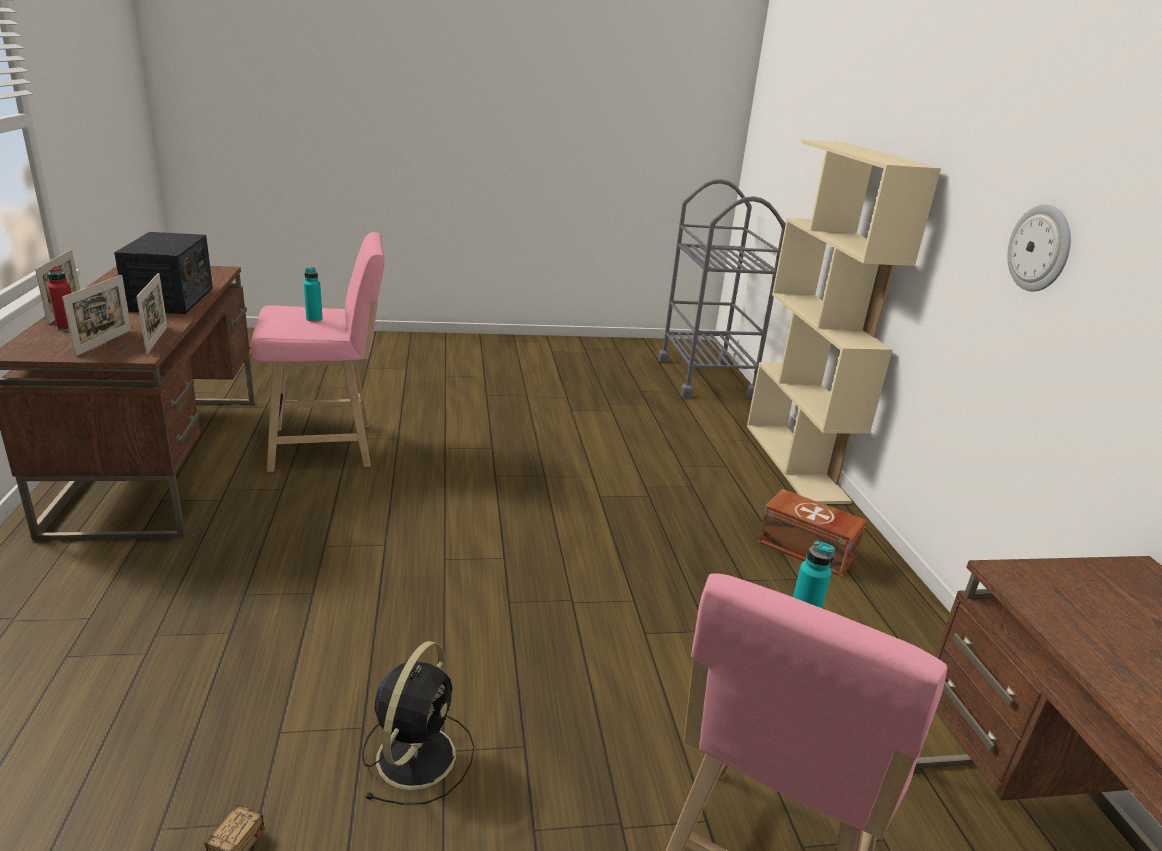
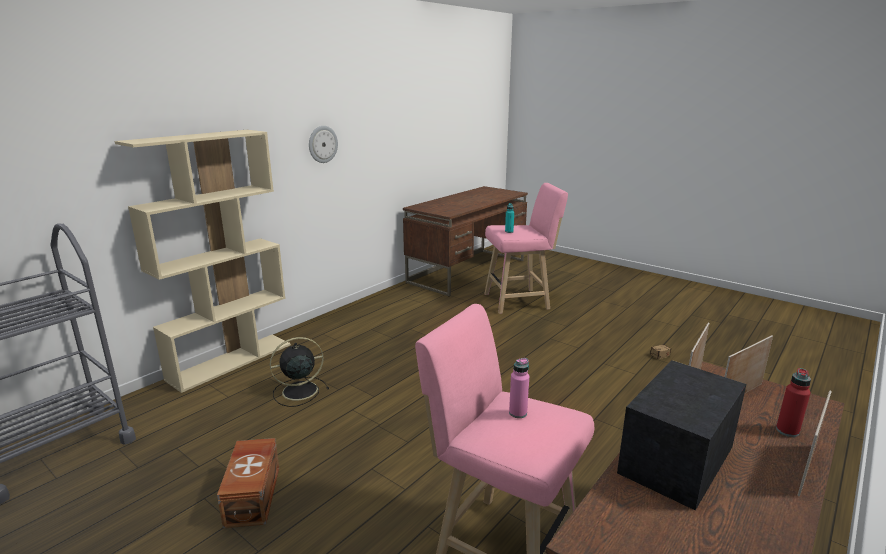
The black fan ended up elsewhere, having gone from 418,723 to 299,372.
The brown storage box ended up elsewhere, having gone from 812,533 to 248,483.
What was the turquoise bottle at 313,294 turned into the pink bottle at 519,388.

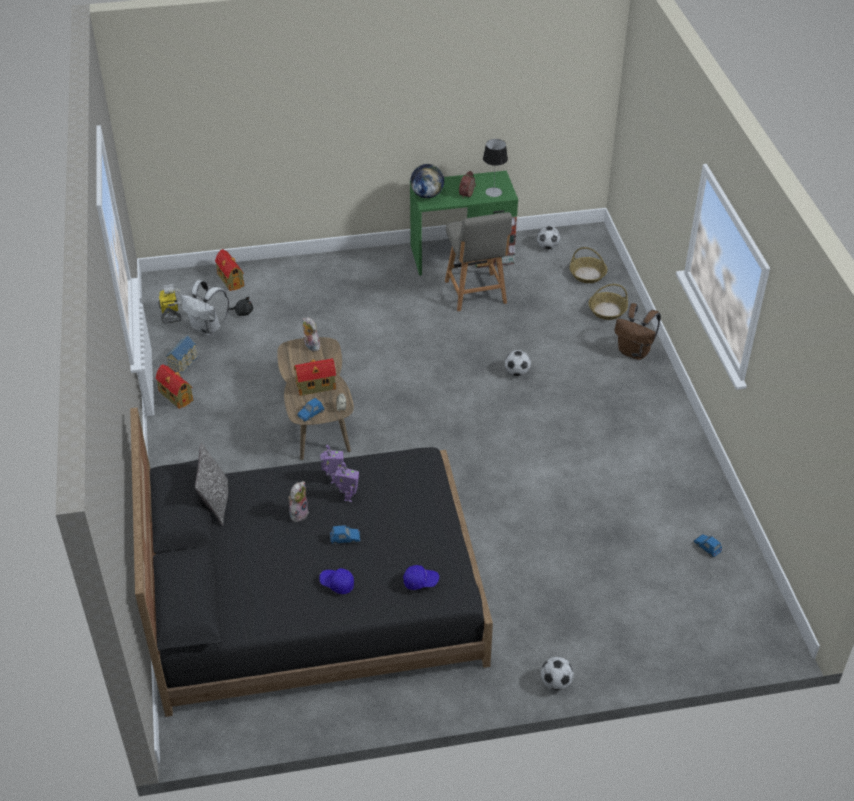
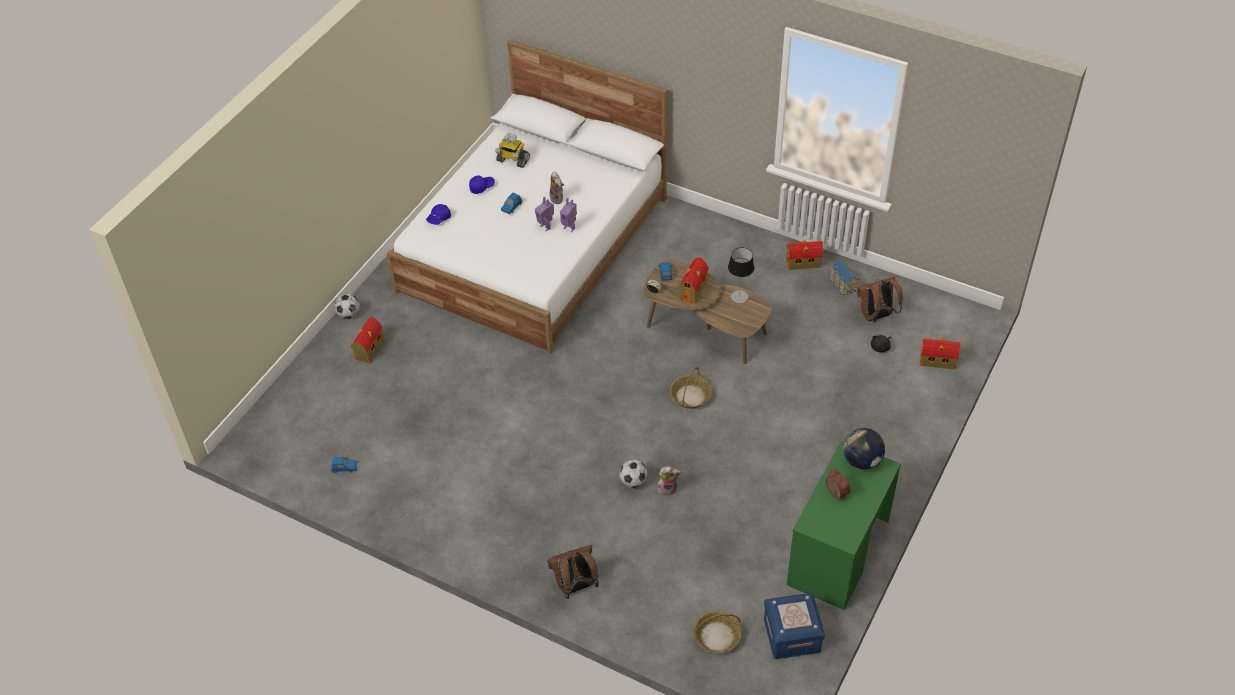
The second view lost the pillow at 211,484.
The second view lost the grey chair at 478,261.
The second view gained the toy house at 367,340.
The toy robot ended up elsewhere, having gone from 170,304 to 512,150.
The plush toy ended up elsewhere, having gone from 311,334 to 669,481.
The table lamp ended up elsewhere, having gone from 495,168 to 741,275.
The basket ended up elsewhere, having gone from 608,302 to 691,388.
Where the football stood at 548,237, the blue storage box came to stand at 794,626.
What was the black bed at 311,562 turned into the white bed at 527,196.
What was the white backpack at 205,308 turned into the brown backpack at 880,299.

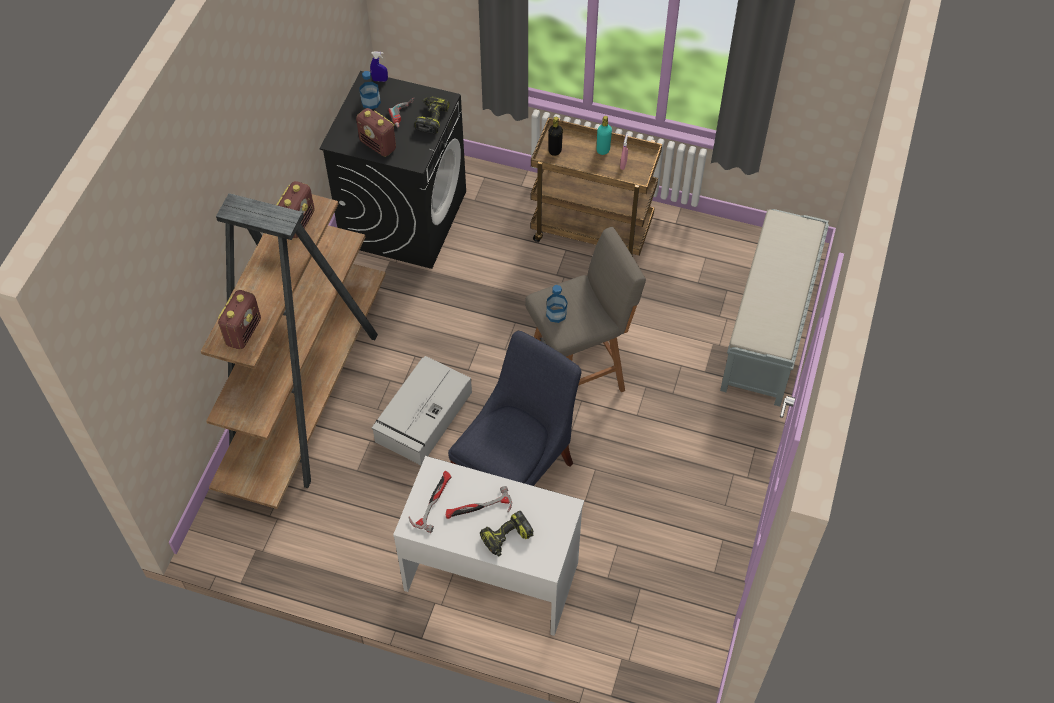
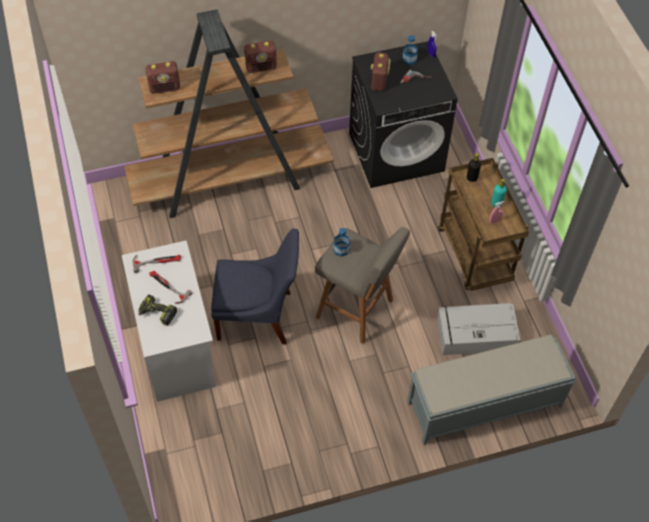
The second view lost the power drill at 432,115.
The grey storage box ended up elsewhere, having gone from 422,410 to 479,329.

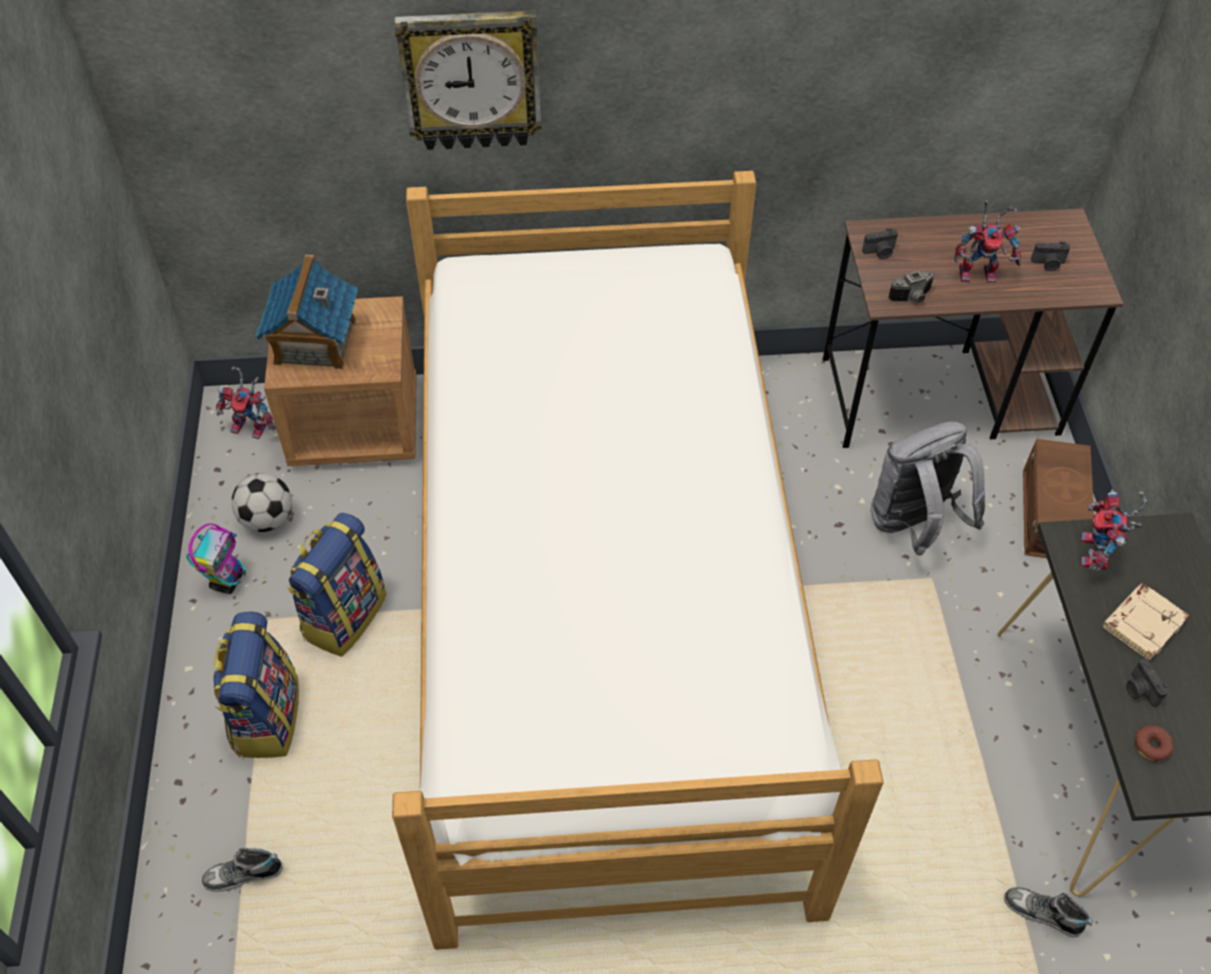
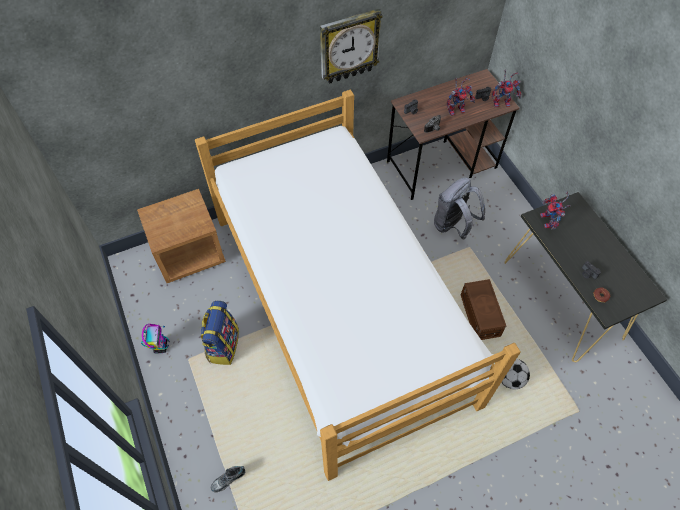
The second view lost the backpack at 256,684.
The second view lost the toy house at 306,312.
The second view lost the shoe at 1048,912.
The second view lost the beige book at 1146,622.
The toy robot ended up elsewhere, having gone from 244,402 to 506,88.
The football ended up elsewhere, having gone from 262,502 to 515,374.
The wall clock ended up elsewhere, having gone from 468,80 to 351,46.
The brown storage box ended up elsewhere, having gone from 1058,498 to 483,309.

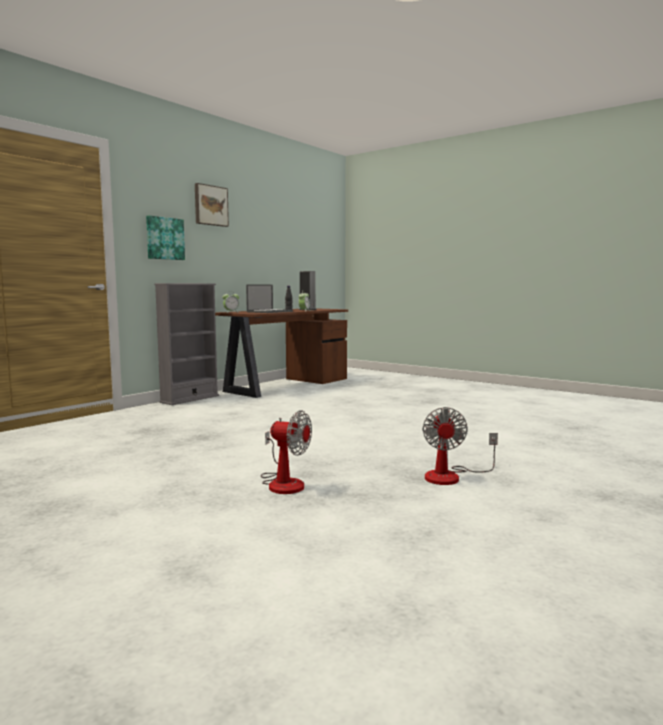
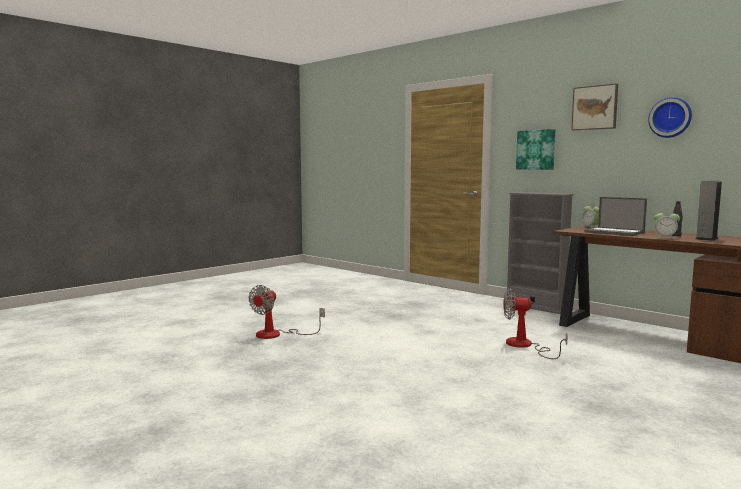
The second view gained the wall clock at 670,117.
The fan ended up elsewhere, having gone from 460,446 to 536,323.

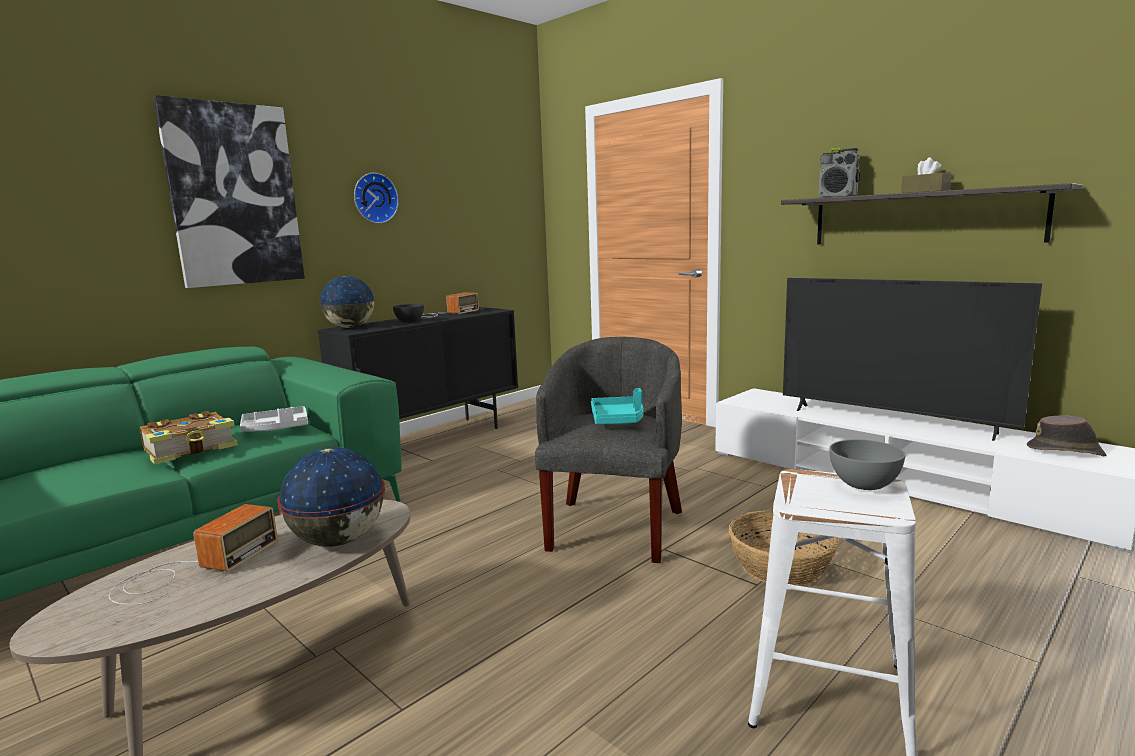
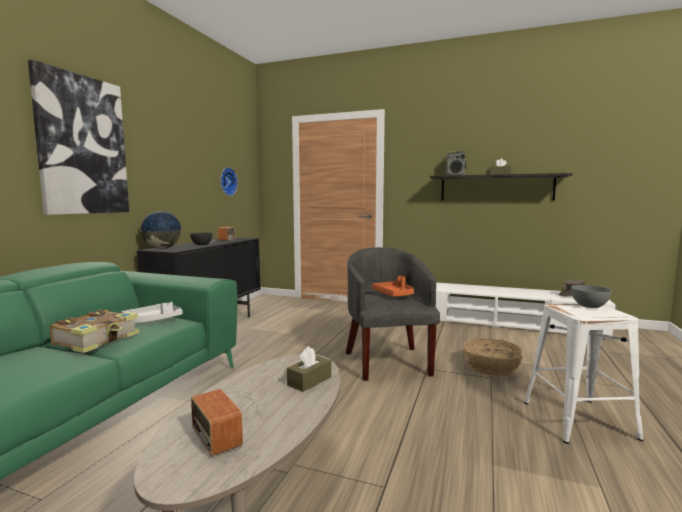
The second view lost the television at 912,359.
The wall clock ended up elsewhere, having gone from 376,198 to 229,181.
Where the globe stood at 331,497, the brown tissue box came to stand at 309,369.
What was the turquoise tray at 617,406 turned into the orange tray at 393,286.
The radio at 193,554 ended up facing another way, 150 degrees clockwise from before.

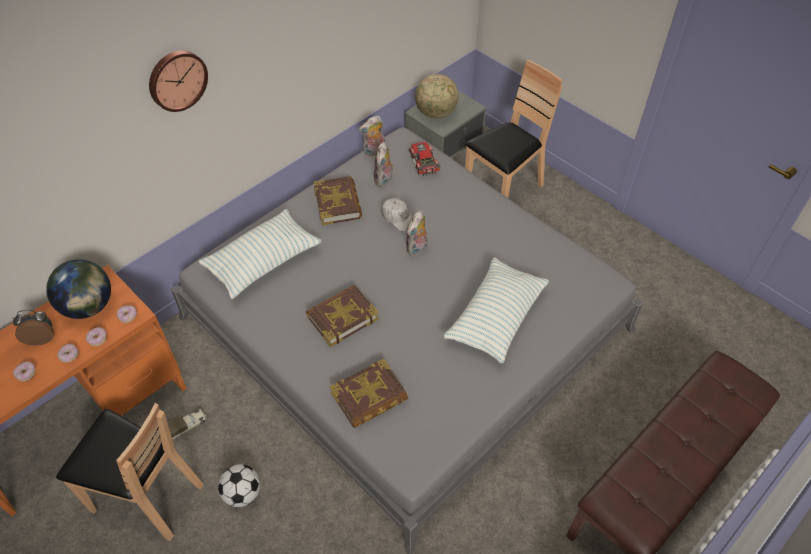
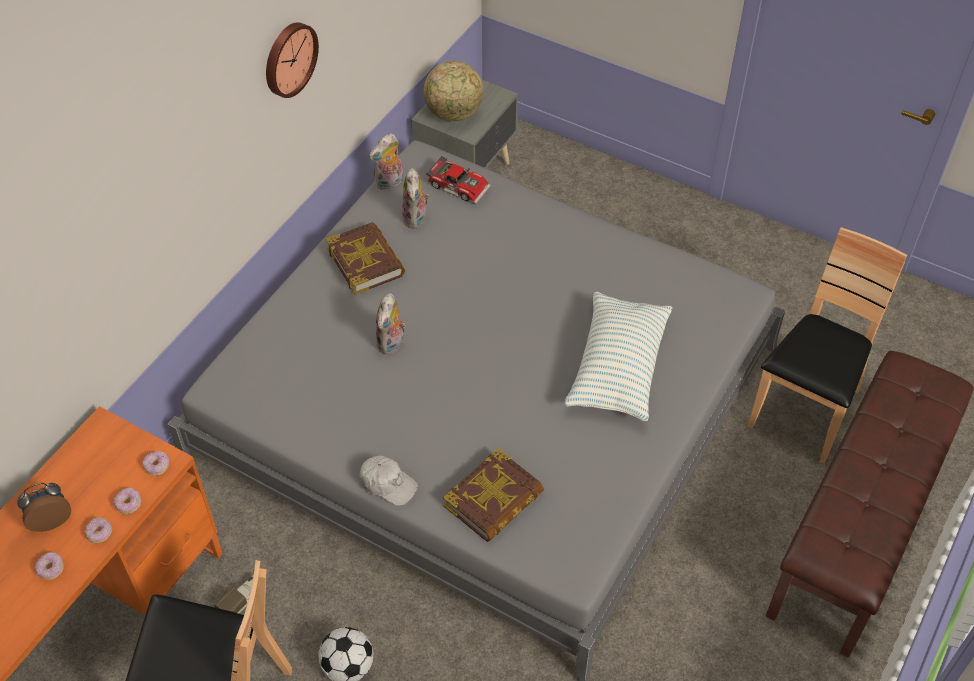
The second view lost the globe at 78,289.
The second view lost the pillow at 260,254.
The second view lost the book at 342,316.
The wall clock ended up elsewhere, having gone from 178,81 to 292,60.
The white cap ended up elsewhere, having gone from 397,214 to 388,481.
The plush toy ended up elsewhere, having gone from 417,233 to 391,323.
The brown chair ended up elsewhere, having gone from 514,129 to 827,345.
The toy car at 424,159 ended up facing another way, 150 degrees clockwise from before.

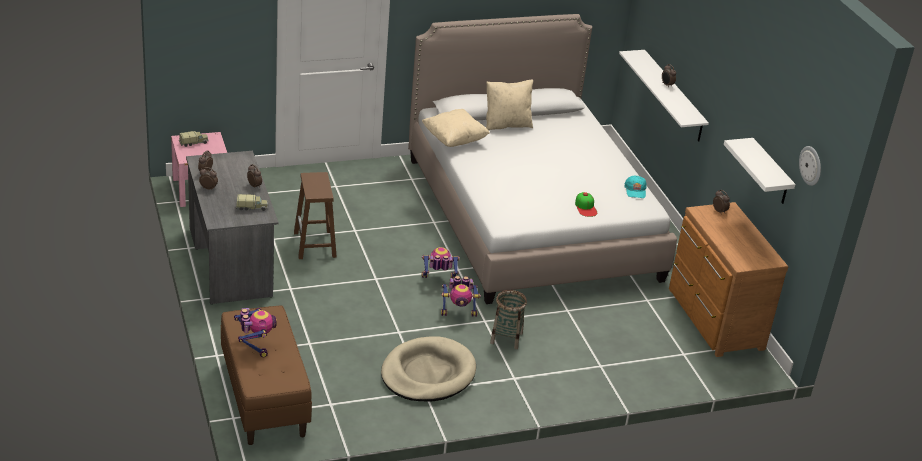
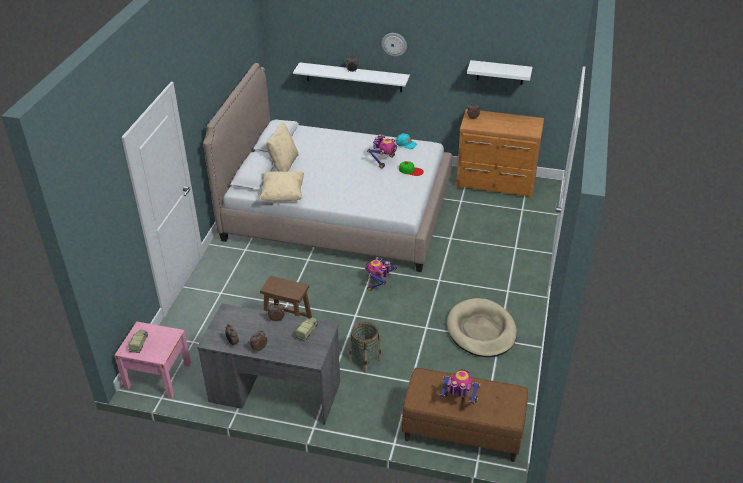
The toy robot ended up elsewhere, having gone from 461,296 to 382,151.
The basket ended up elsewhere, having gone from 508,319 to 365,347.
The wall clock ended up elsewhere, having gone from 810,166 to 394,45.

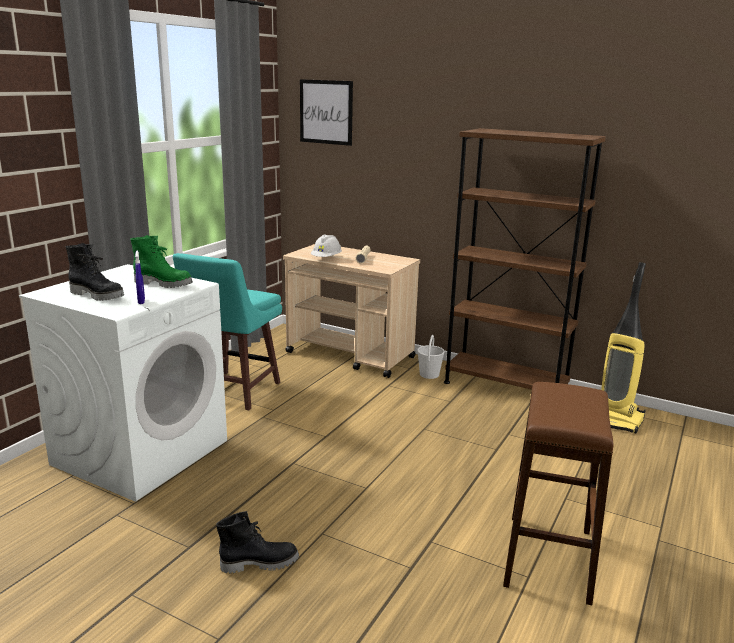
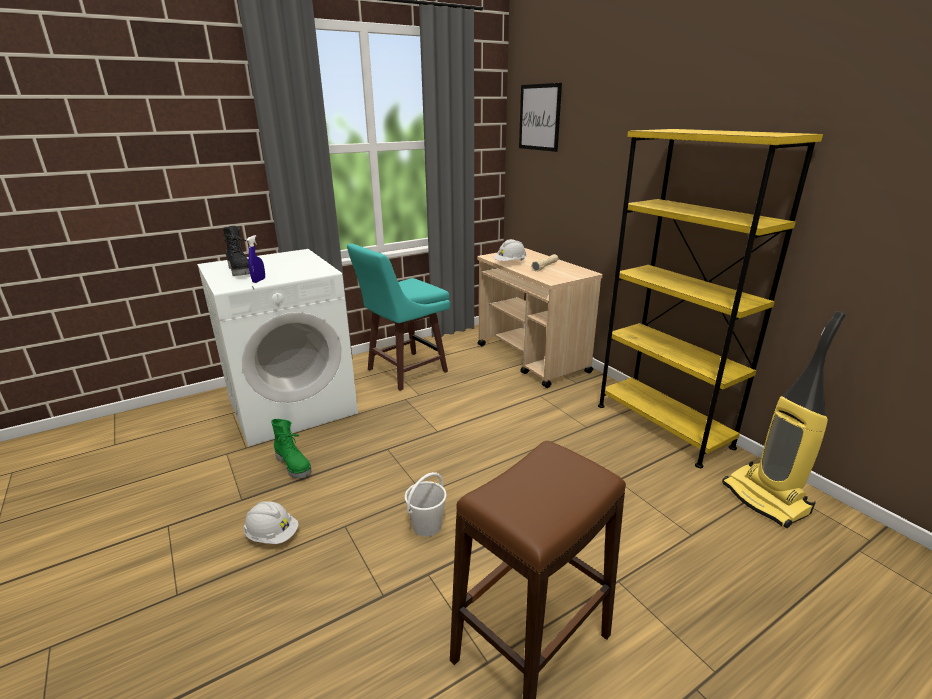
The green boot ended up elsewhere, having gone from 161,261 to 291,449.
The white bucket ended up elsewhere, having gone from 431,357 to 426,504.
Where the black boot stood at 257,542, the white hard hat came to stand at 271,522.
What was the brown bookcase at 525,259 turned into the yellow bookcase at 710,298.

